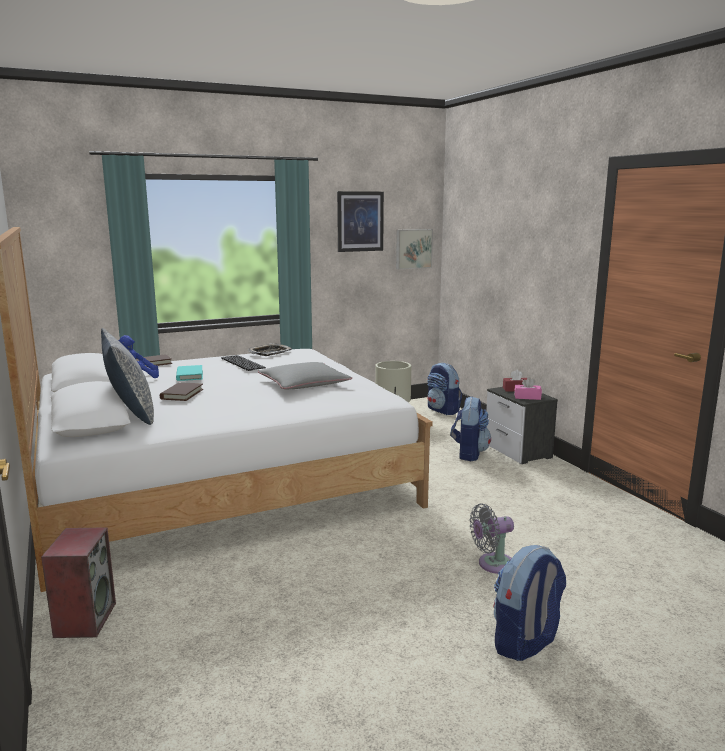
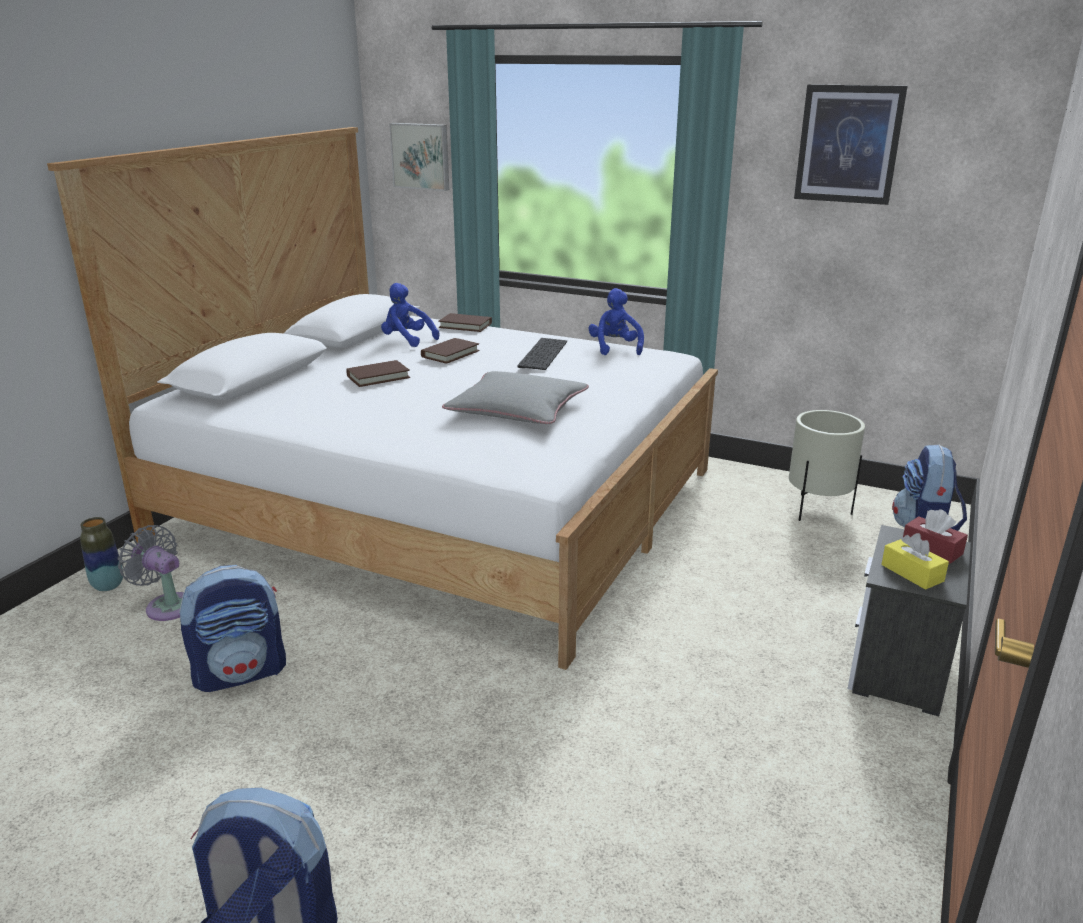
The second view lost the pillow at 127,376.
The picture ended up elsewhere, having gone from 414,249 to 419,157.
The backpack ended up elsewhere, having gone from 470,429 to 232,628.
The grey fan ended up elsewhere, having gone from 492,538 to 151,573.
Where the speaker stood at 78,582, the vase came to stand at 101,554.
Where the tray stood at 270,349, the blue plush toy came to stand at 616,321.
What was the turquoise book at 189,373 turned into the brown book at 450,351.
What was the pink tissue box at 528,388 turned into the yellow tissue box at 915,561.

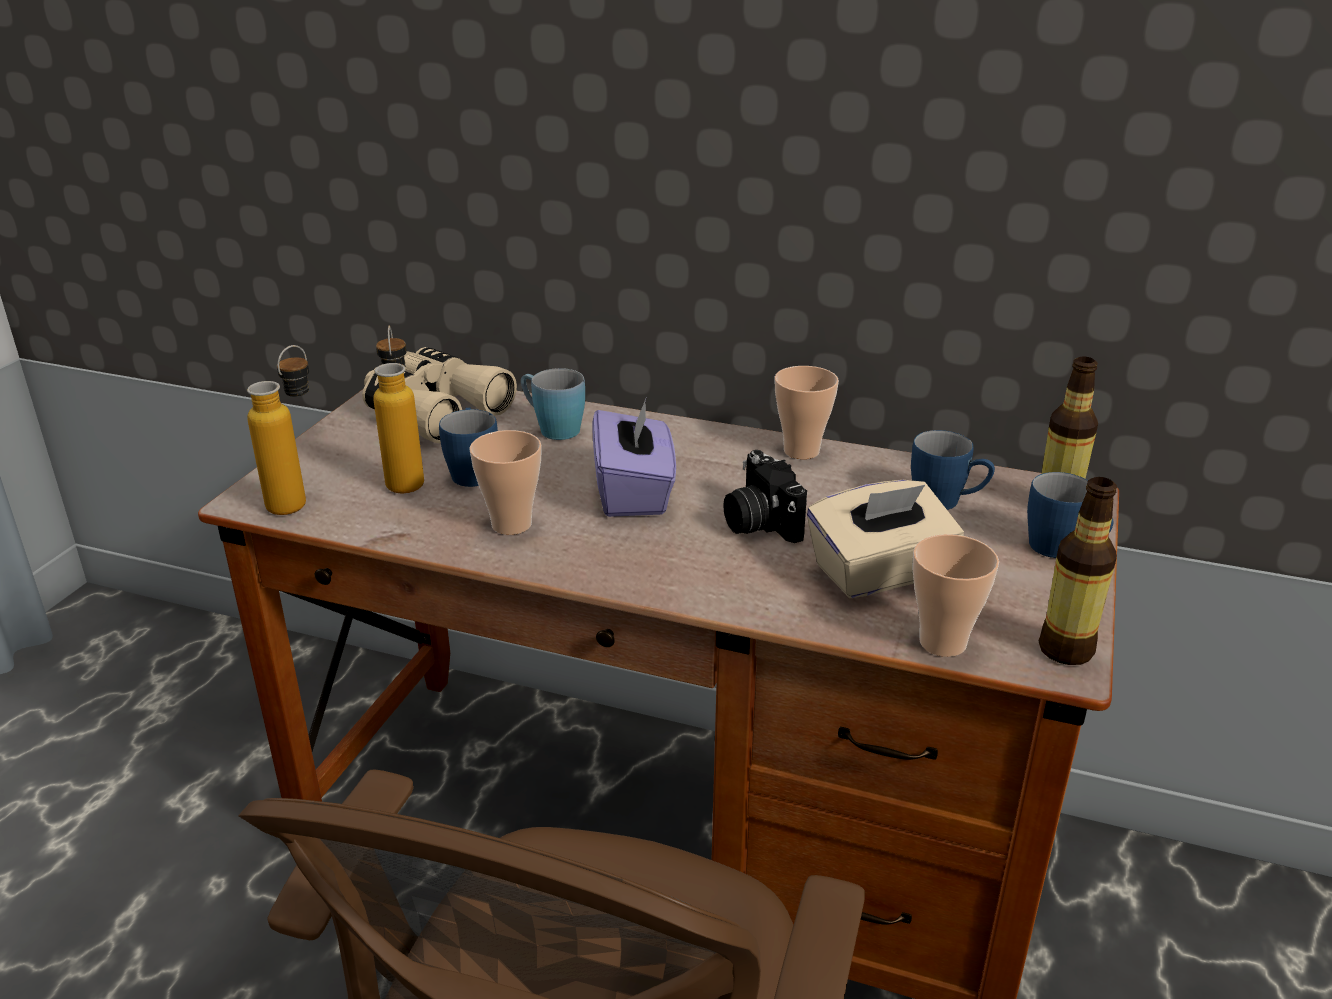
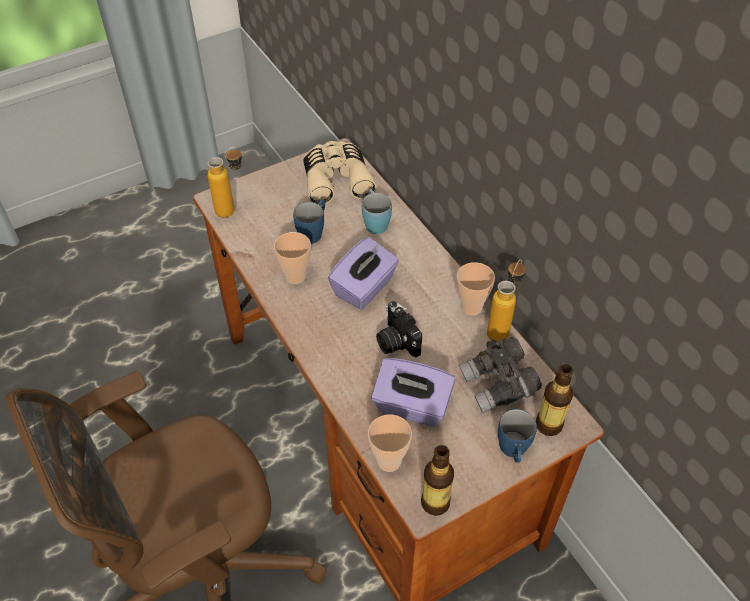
The bottle ended up elsewhere, having gone from 399,409 to 506,300.
Where the blue mug stood at 953,470, the grey binoculars came to stand at 500,375.
What was the beige tissue box at 885,539 turned into the purple tissue box at 413,392.
The photo camera at 765,496 ended up facing another way, 45 degrees counterclockwise from before.

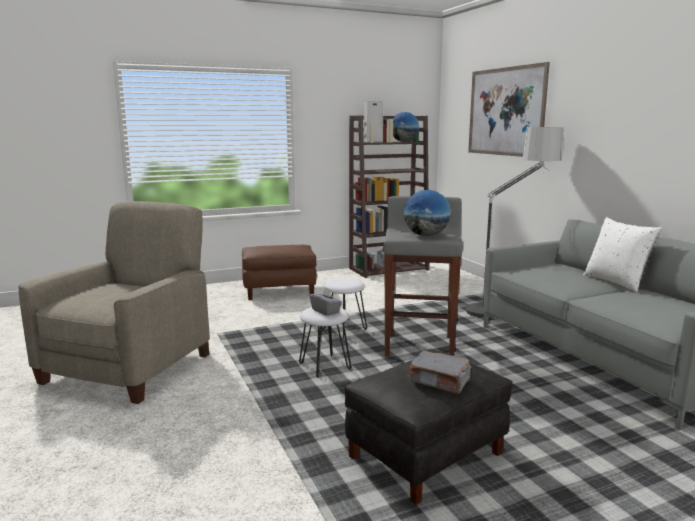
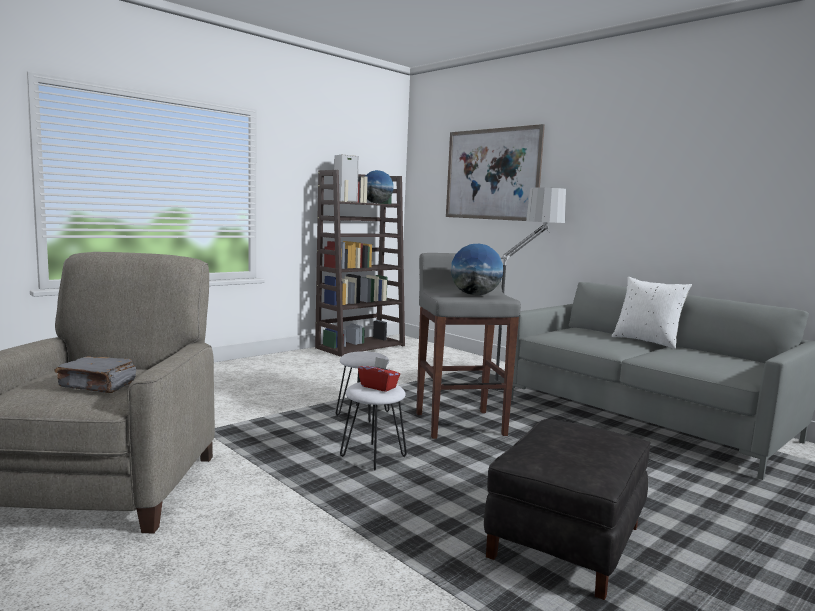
The second view lost the brown ottoman at 279,272.
The grey book ended up elsewhere, having gone from 439,372 to 95,374.
What was the grey tissue box at 326,301 turned into the red tissue box at 379,374.

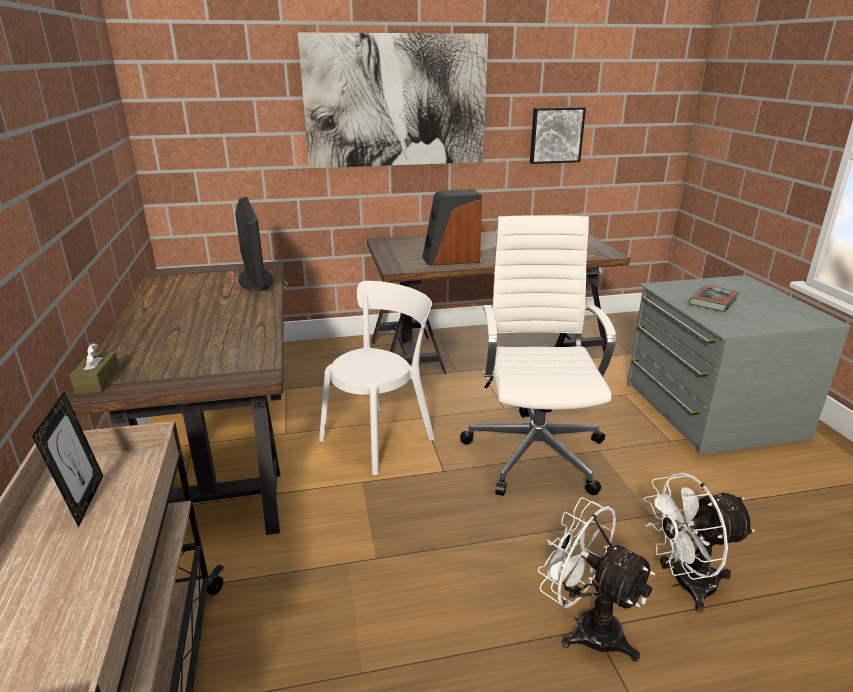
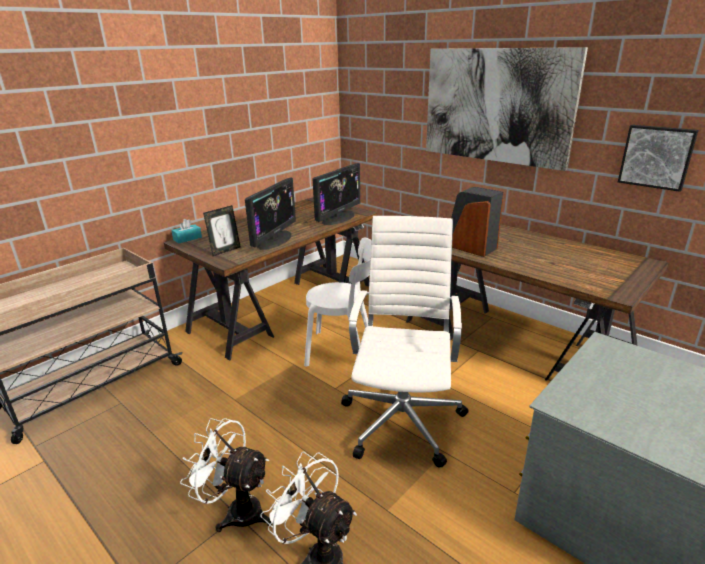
The second view lost the book at 714,298.
The second view gained the monitor at 270,214.
The picture frame ended up elsewhere, having gone from 67,459 to 222,230.
What was the brown tissue box at 94,368 turned into the turquoise tissue box at 186,231.
The white office chair at 538,355 ended up facing another way, 45 degrees counterclockwise from before.
The white fan at 596,579 ended up facing another way, 75 degrees counterclockwise from before.

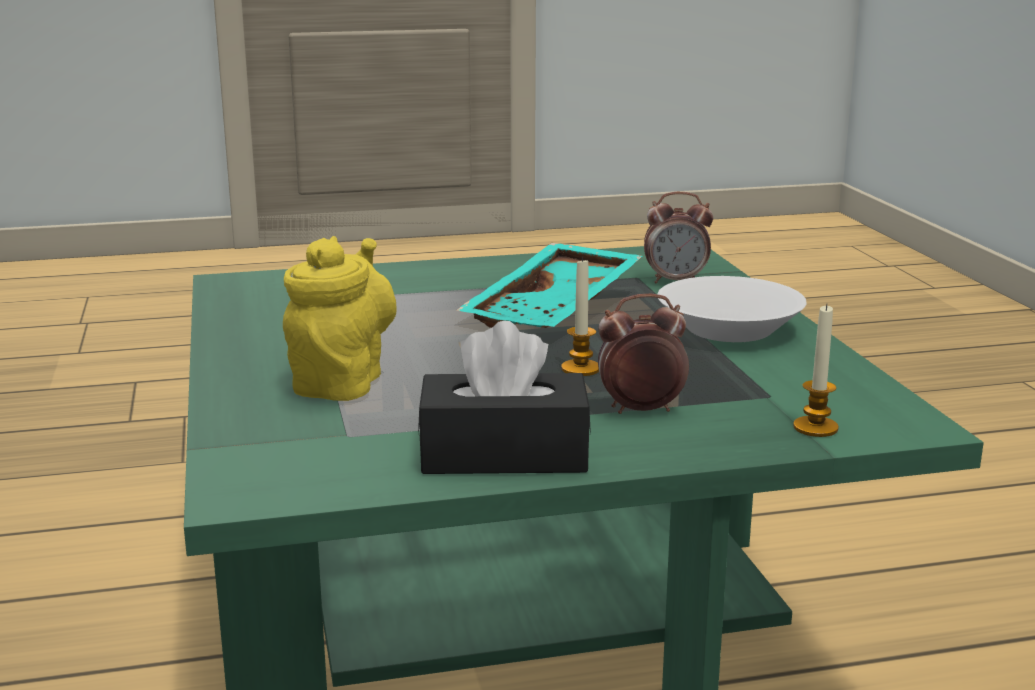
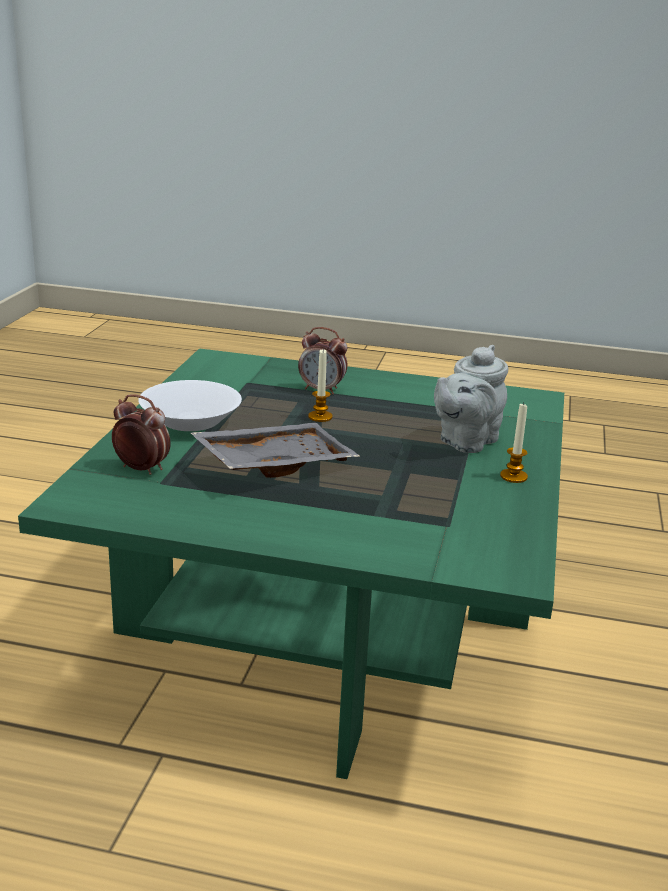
The second view lost the black tissue box at 504,397.
The candle ended up elsewhere, having gone from 816,370 to 514,443.
What was the yellow teapot at 340,318 turned into the grey teapot at 471,399.
What was the turquoise tray at 549,285 turned into the grey tray at 275,450.

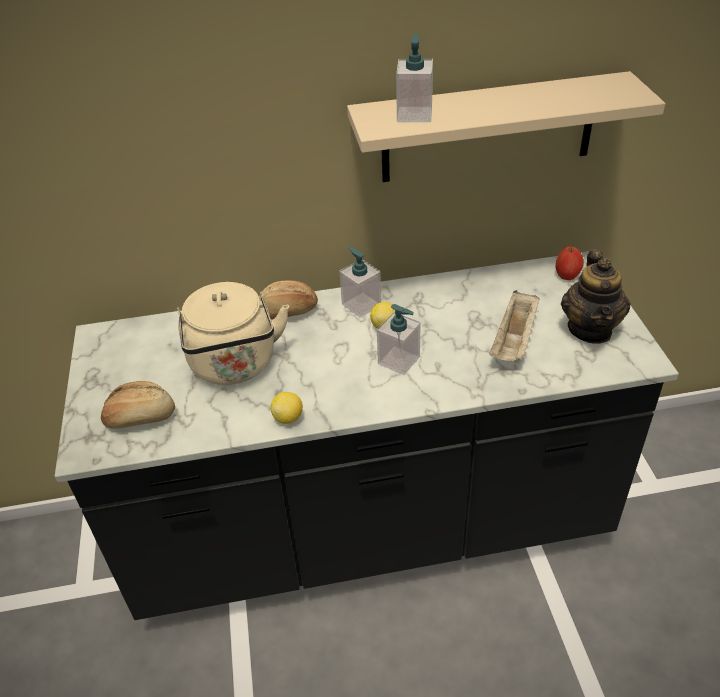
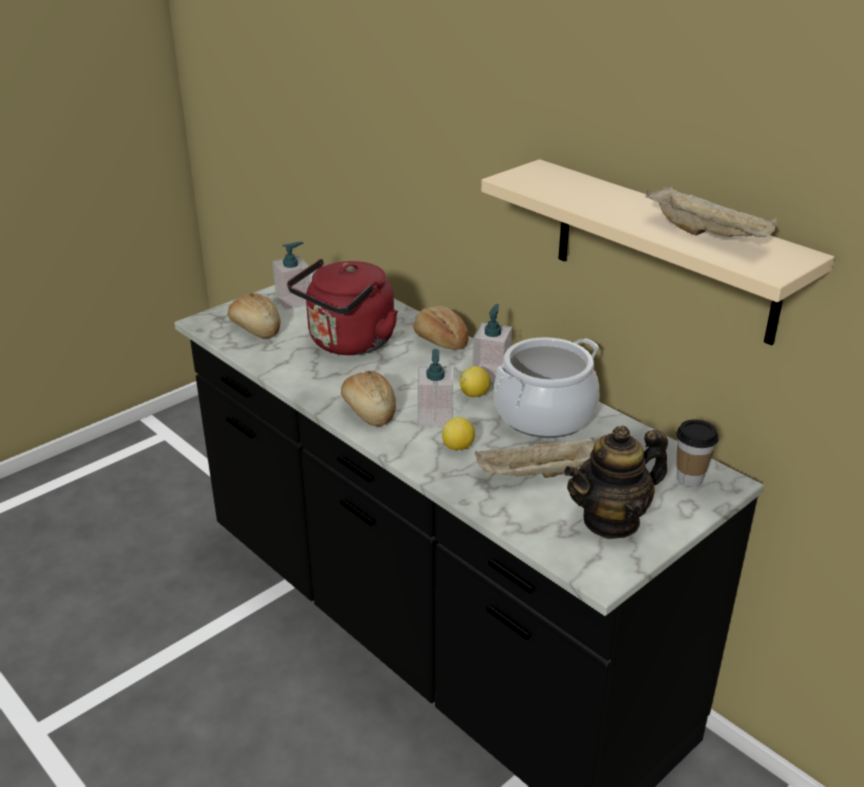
The second view gained the bread at 368,398.
The second view gained the cooking pot at 546,387.
The second view gained the beige tray at 711,211.
The lemon ended up elsewhere, having gone from 286,408 to 458,433.
The soap dispenser ended up elsewhere, having gone from 414,78 to 291,276.
Where the apple stood at 570,263, the cup came to stand at 697,453.
What was the beige kettle at 233,333 turned into the red kettle at 342,307.

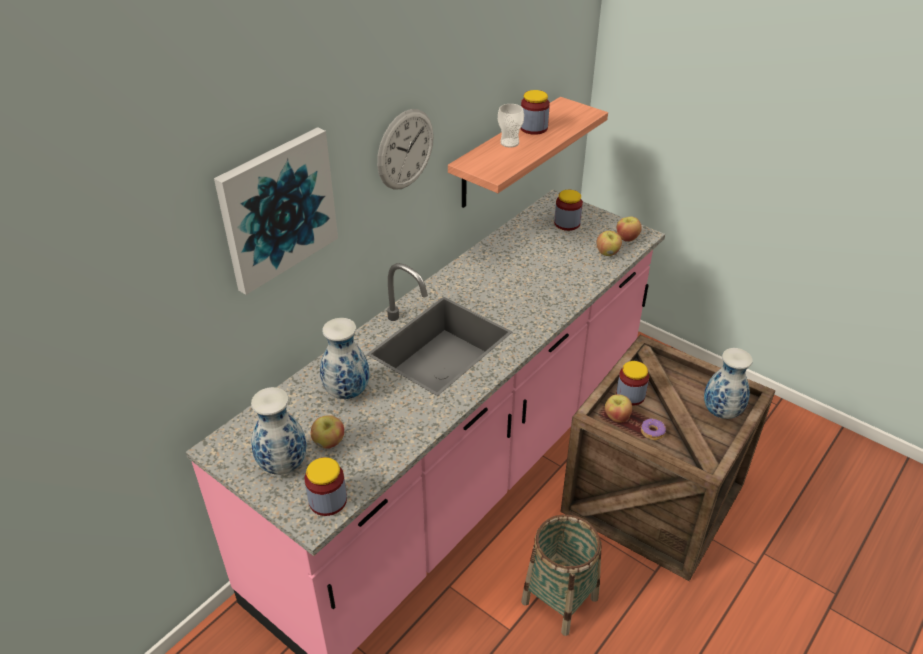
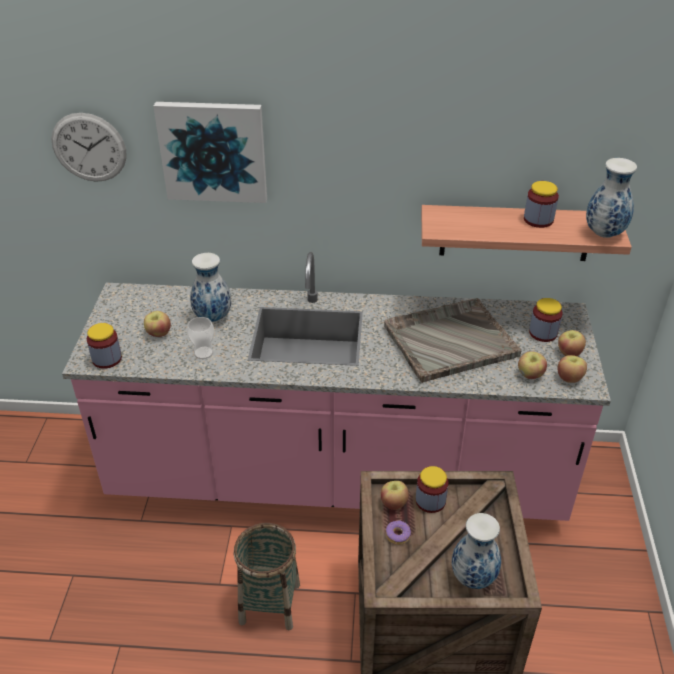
The second view gained the grey tray at 452,340.
The second view gained the apple at 572,343.
The vase ended up elsewhere, having gone from 279,431 to 611,198.
The wall clock ended up elsewhere, having gone from 405,149 to 89,147.
The cup ended up elsewhere, having gone from 511,125 to 200,338.

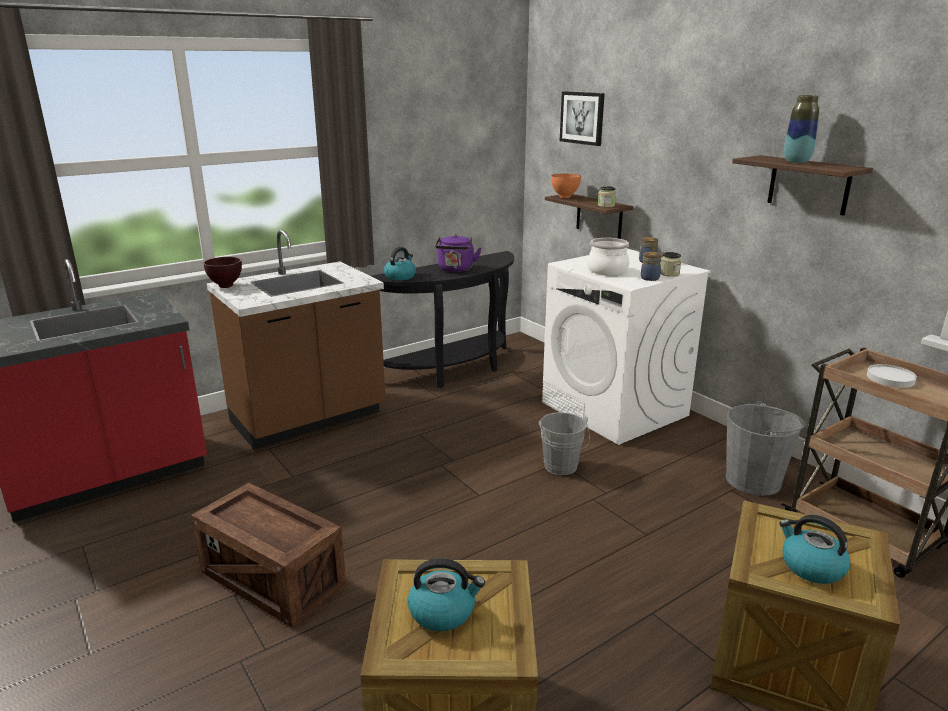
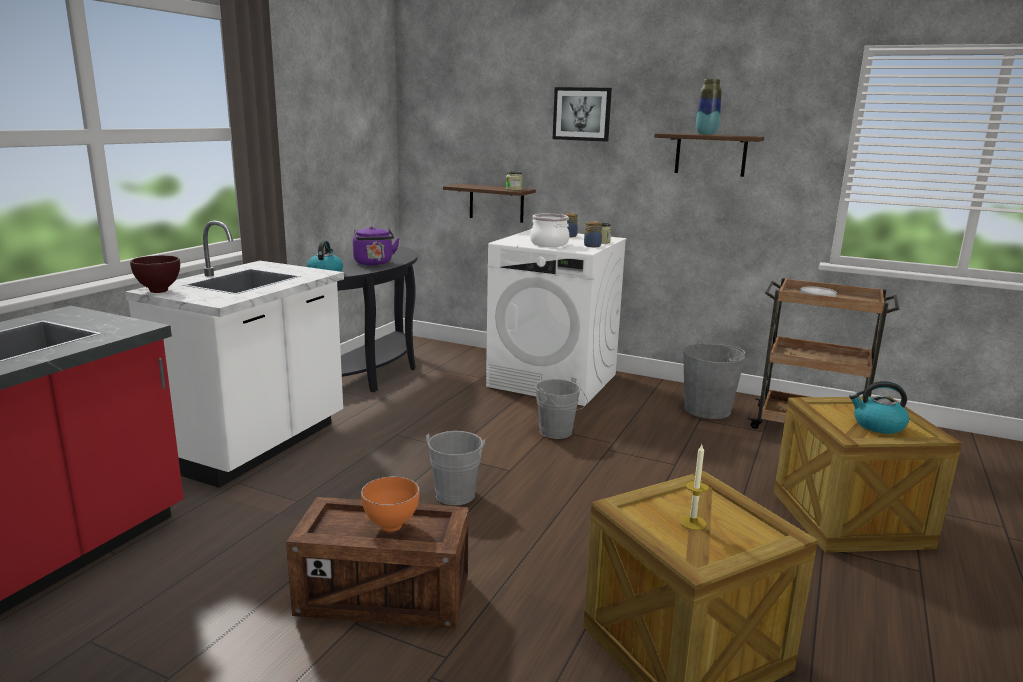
The second view gained the grey bucket at 456,468.
The orange bowl ended up elsewhere, having gone from 566,185 to 390,504.
The picture ended up elsewhere, having gone from 582,118 to 582,114.
Where the kettle stood at 446,594, the candle came to stand at 694,487.
What was the brown counter at 296,339 turned into the white counter at 234,354.

